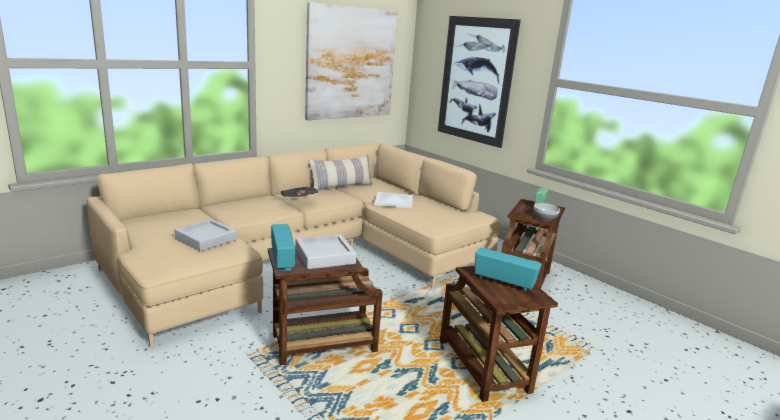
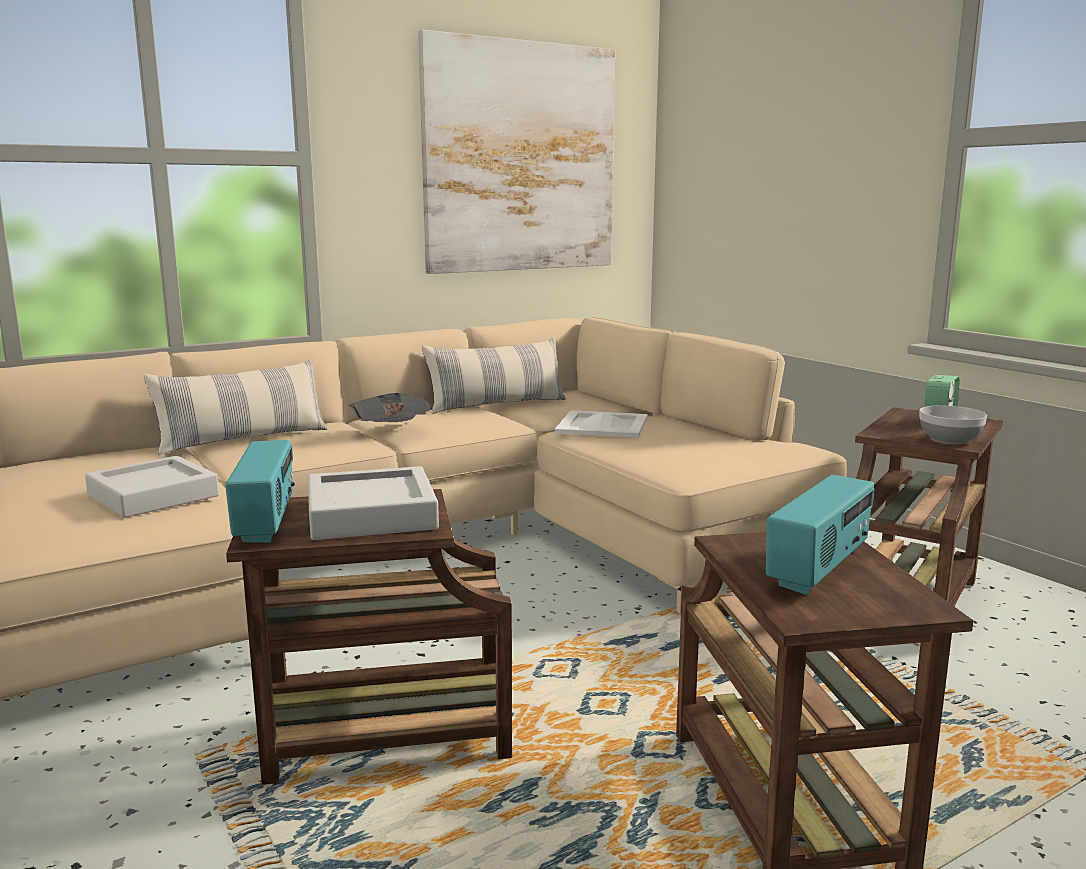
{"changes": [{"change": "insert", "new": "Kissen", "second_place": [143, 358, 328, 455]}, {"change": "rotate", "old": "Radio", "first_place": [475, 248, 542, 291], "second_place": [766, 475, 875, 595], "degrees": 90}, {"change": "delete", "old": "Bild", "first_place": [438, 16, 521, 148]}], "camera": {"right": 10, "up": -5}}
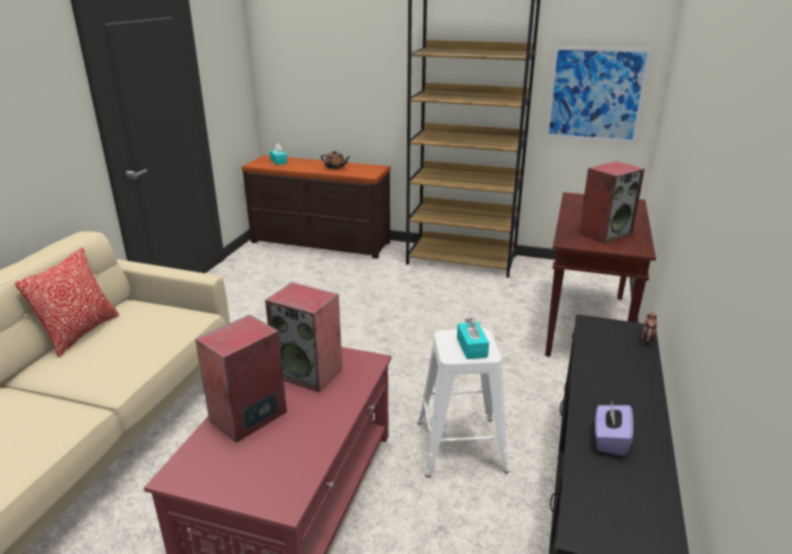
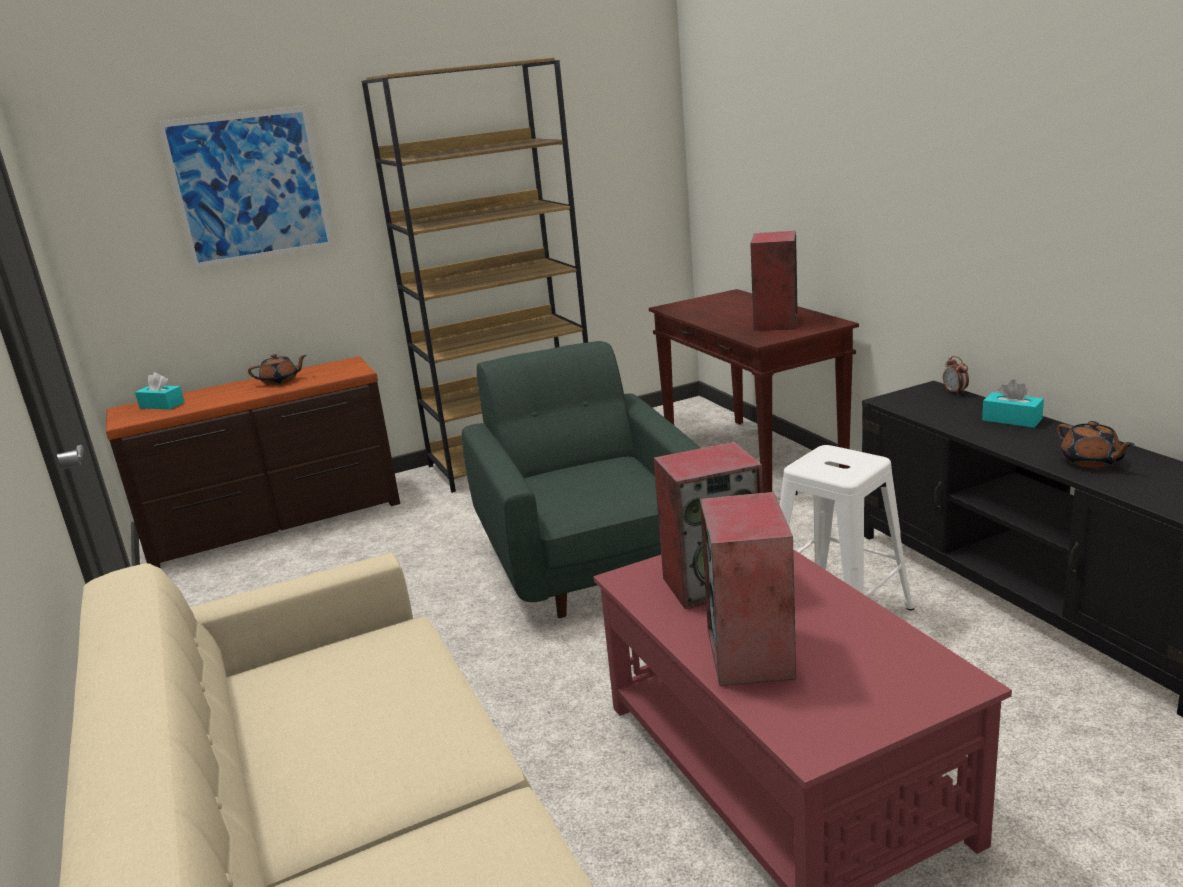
{"changes": [{"change": "move", "old": "Bild", "first_place": [545, 46, 652, 143], "second_place": [157, 106, 334, 269]}, {"change": "insert", "new": "Sessel [grün]", "second_place": [462, 341, 701, 618]}, {"change": "move", "old": "Taschentuchbox [türkis]", "first_place": [457, 317, 489, 359], "second_place": [982, 379, 1044, 428]}, {"change": "replace", "old": "Taschentuchbox [lila]", "new": "Teekanne [braun]", "first_place": [595, 402, 633, 456], "second_place": [1057, 421, 1135, 468]}, {"change": "delete", "old": "Kissen", "first_place": [15, 247, 119, 358]}], "camera": {"right": -40, "up": -5}}
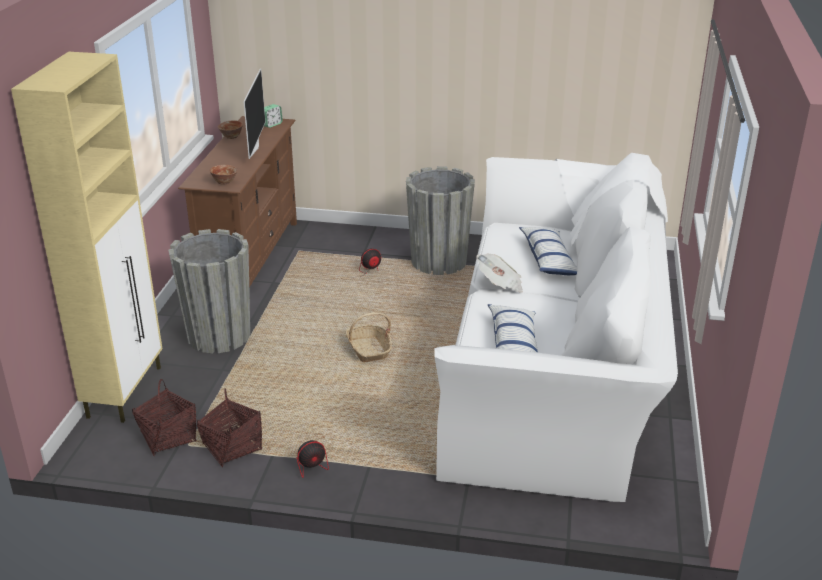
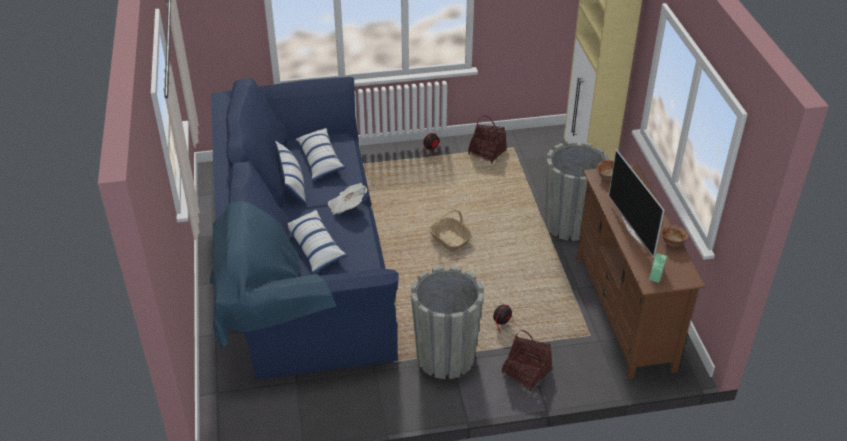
{"changes": [{"change": "recolor", "old": "Sofa [weiß]", "new": "Sofa [blau]", "first_place": [434, 153, 678, 502], "second_place": [210, 77, 399, 379]}, {"change": "insert", "new": "Kissen", "second_place": [275, 140, 307, 206]}, {"change": "move", "old": "Korb", "first_place": [132, 379, 197, 456], "second_place": [502, 330, 552, 391]}], "camera": {"right": 160, "up": 10}}
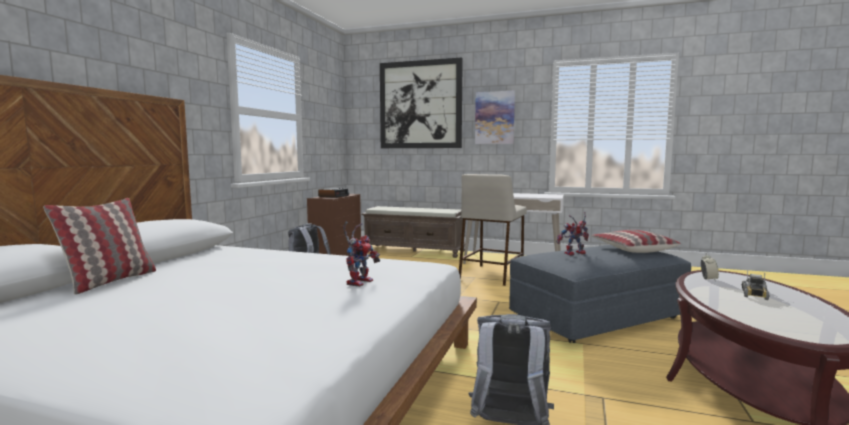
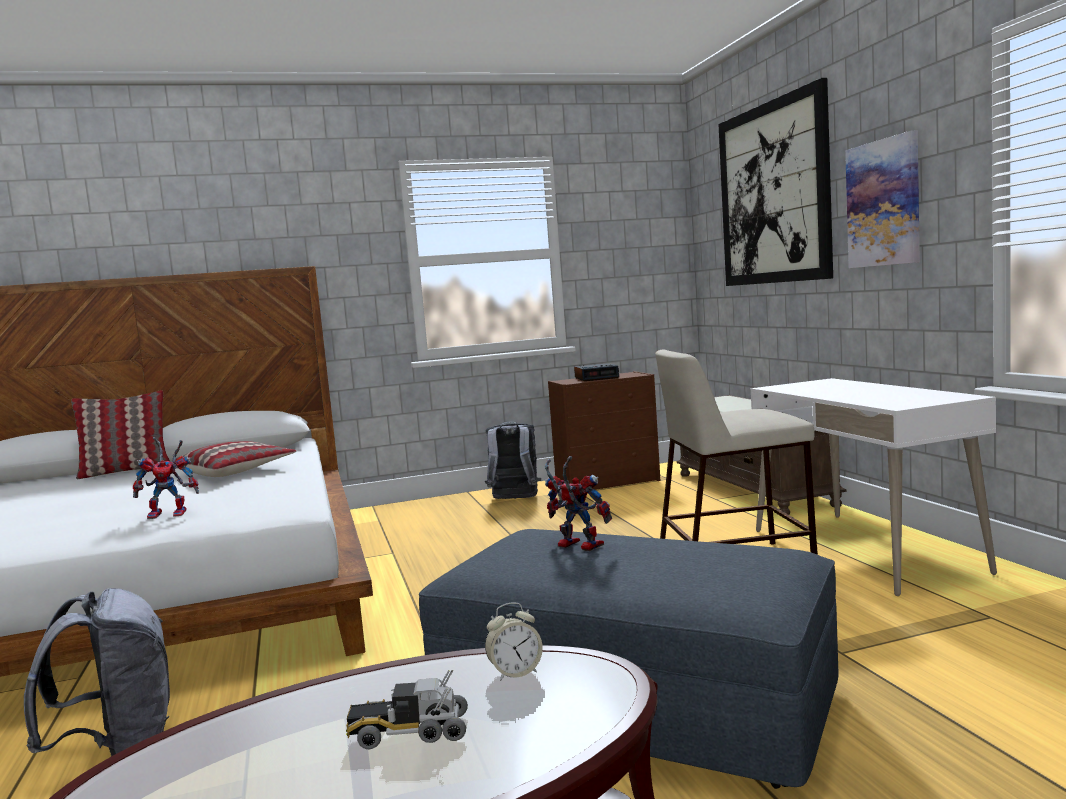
{"changes": [{"change": "move", "old": "Kissen", "first_place": [591, 230, 681, 253], "second_place": [172, 441, 296, 477]}], "camera": {"right": 55, "up": 0}}
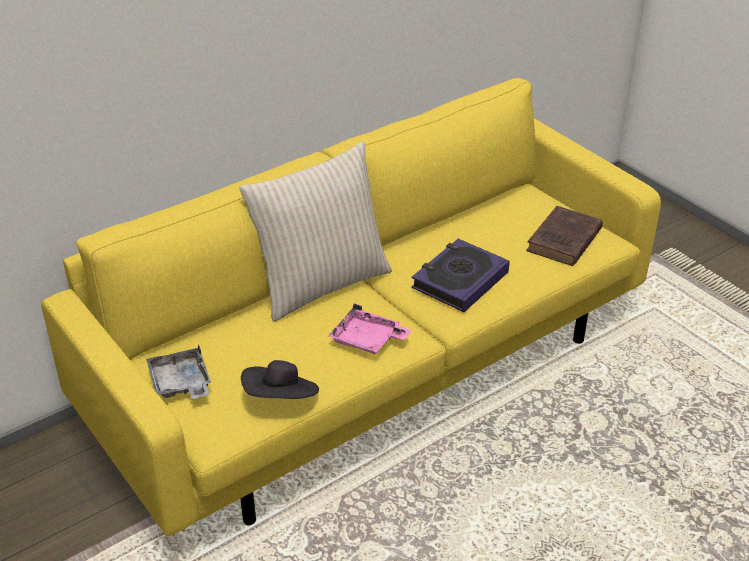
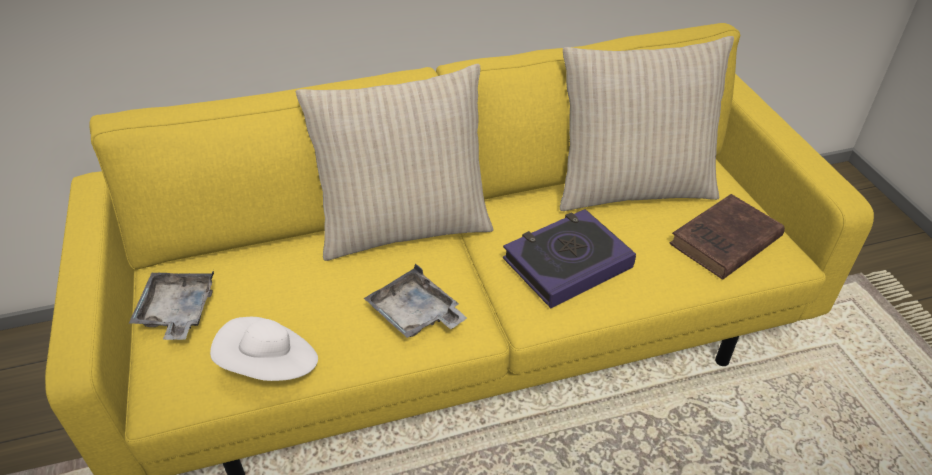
{"changes": [{"change": "recolor", "old": "Hut [schwarz]", "new": "Hut [weiß]", "first_place": [241, 360, 319, 399], "second_place": [210, 317, 318, 381]}, {"change": "recolor", "old": "Tablett [rosa]", "new": "Tablett [grau]", "first_place": [328, 304, 412, 354], "second_place": [364, 263, 467, 338]}, {"change": "insert", "new": "Kissen [beige]", "second_place": [560, 36, 734, 211]}], "camera": {"right": 20, "up": 5}}
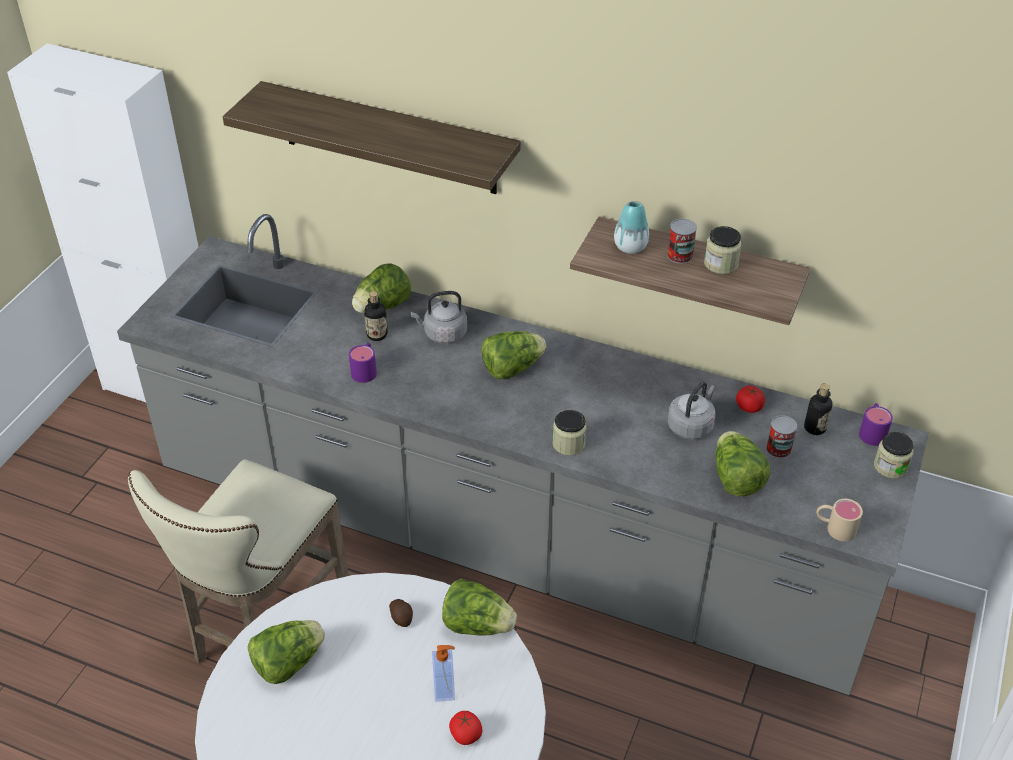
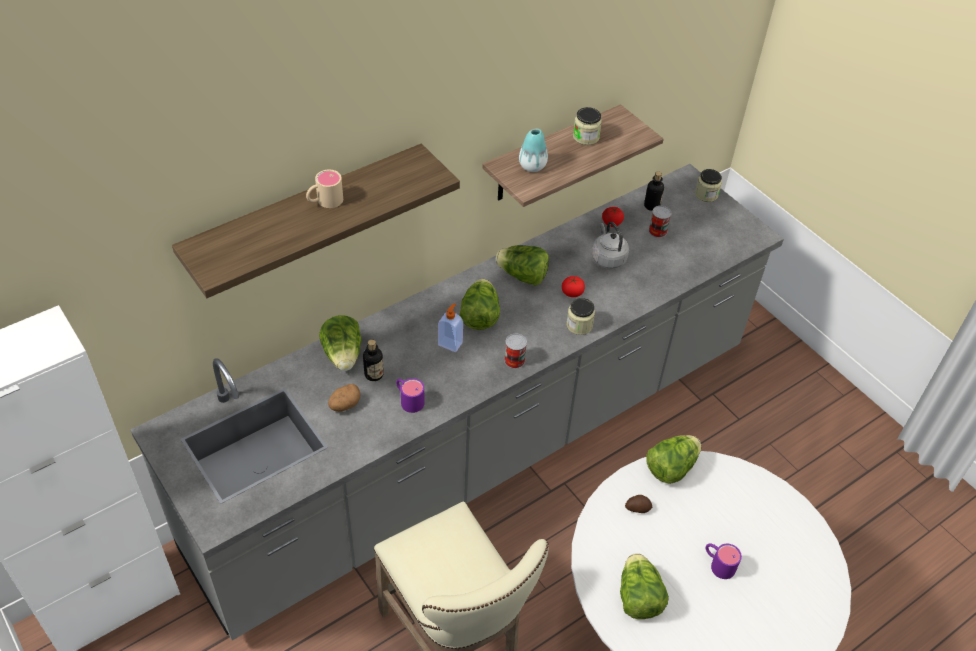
{"changes": [{"change": "move", "old": "Henkelbecher [beige]", "first_place": [817, 499, 863, 541], "second_place": [306, 170, 343, 208]}, {"change": "insert", "new": "Kartoffel", "second_place": [328, 384, 360, 412]}, {"change": "move", "old": "Seifenspender", "first_place": [432, 645, 455, 702], "second_place": [438, 303, 463, 352]}, {"change": "move", "old": "Salatkopf", "first_place": [716, 431, 770, 496], "second_place": [495, 245, 549, 286]}, {"change": "move", "old": "Dose", "first_place": [667, 219, 697, 264], "second_place": [504, 334, 527, 369]}, {"change": "move", "old": "Tomate", "first_place": [449, 711, 482, 745], "second_place": [562, 276, 585, 297]}, {"change": "move", "old": "Henkelbecher [lila]", "first_place": [859, 403, 893, 446], "second_place": [706, 543, 742, 579]}, {"change": "delete", "old": "Wasserkessel [grau]", "first_place": [411, 291, 467, 344]}], "camera": {"right": -60, "up": 5}}
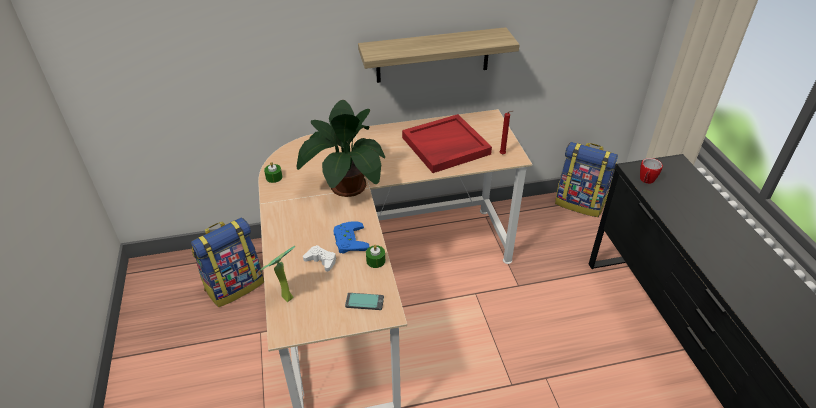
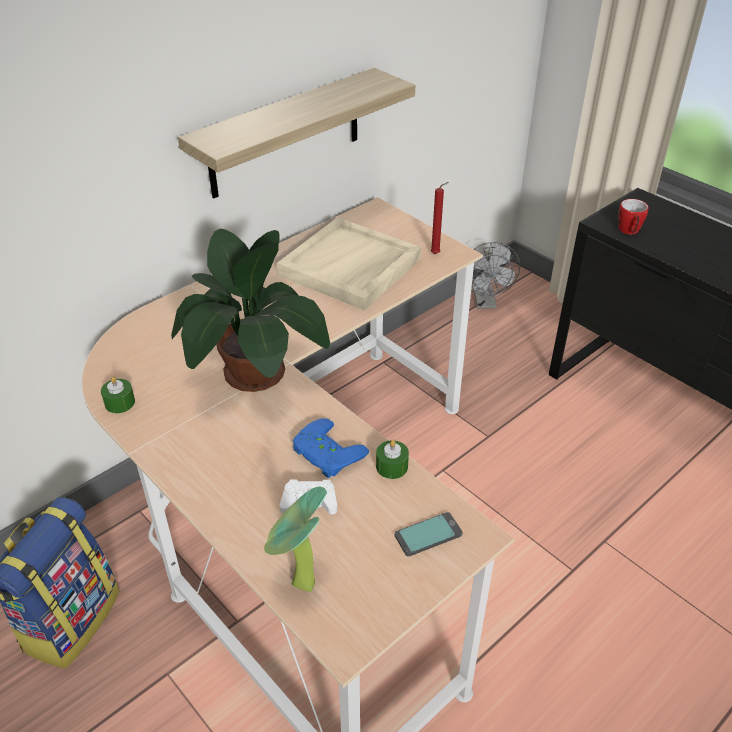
{"changes": [{"change": "recolor", "old": "Tablett [rot]", "new": "Tablett [beige]", "first_place": [402, 114, 492, 173], "second_place": [277, 217, 421, 311]}, {"change": "replace", "old": "Rucksack", "new": "Ventilator [grau]", "first_place": [555, 142, 618, 217], "second_place": [471, 242, 520, 309]}], "camera": {"right": -30, "up": 0}}
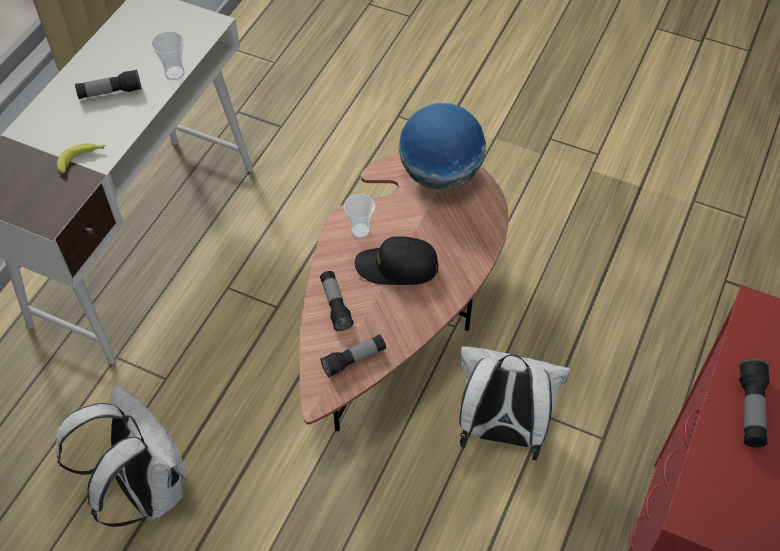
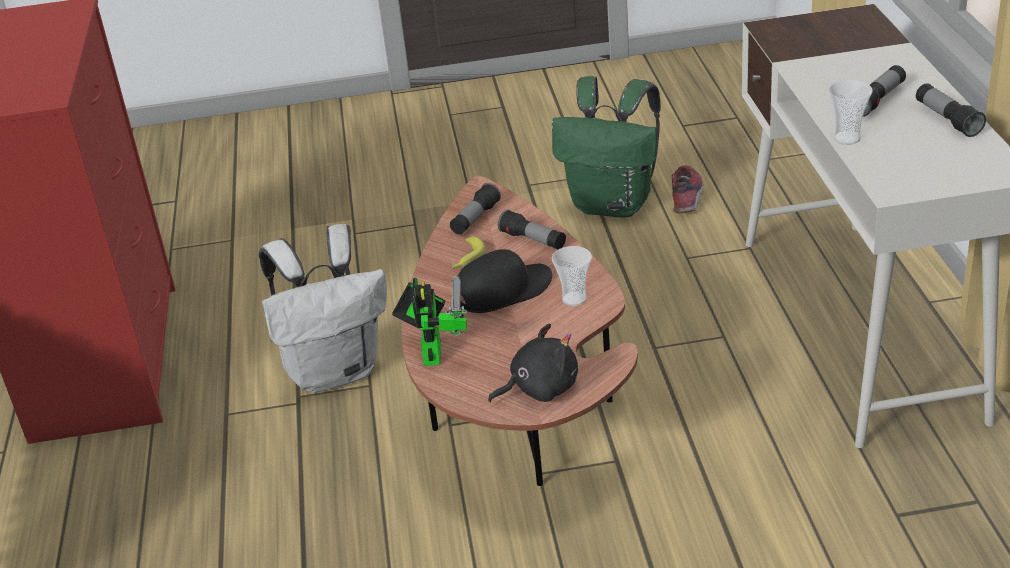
{"changes": [{"change": "insert", "new": "Spielzeugroboter", "second_place": [392, 275, 467, 366]}, {"change": "move", "old": "Banane", "first_place": [57, 143, 105, 173], "second_place": [452, 237, 486, 269]}, {"change": "replace", "old": "Globus", "new": "Plüschtier [schwarz]", "first_place": [399, 103, 486, 191], "second_place": [488, 323, 578, 402]}, {"change": "recolor", "old": "Rucksack [weiß]", "new": "Rucksack [grün]", "first_place": [56, 385, 187, 527], "second_place": [552, 76, 661, 218]}, {"change": "insert", "new": "Schuh", "second_place": [672, 166, 704, 213]}, {"change": "move", "old": "Taschenlampe", "first_place": [739, 358, 770, 448], "second_place": [916, 83, 986, 137]}], "camera": {"right": 150, "up": -20}}
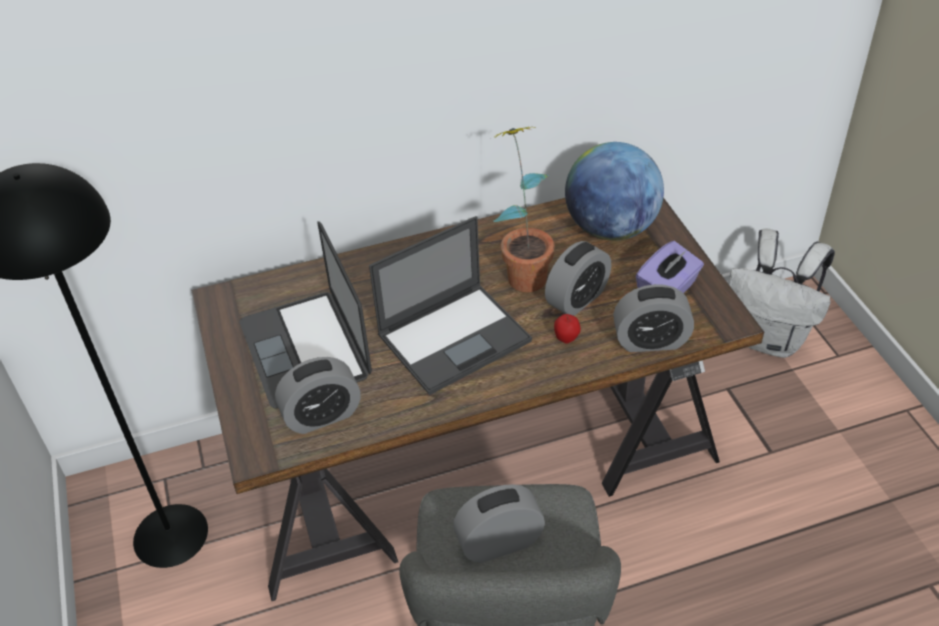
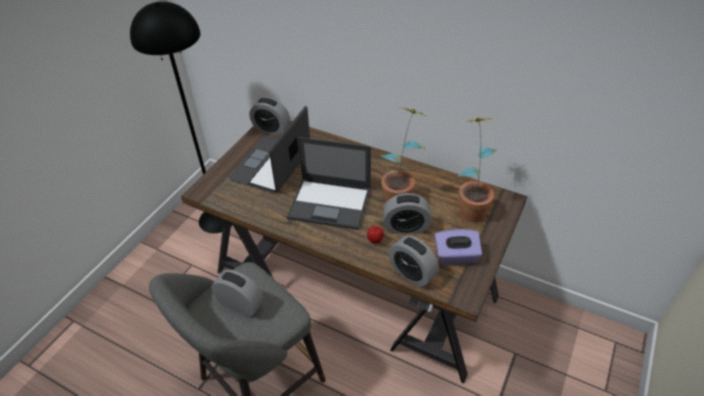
{"changes": [{"change": "move", "old": "Wecker", "first_place": [275, 357, 361, 434], "second_place": [249, 97, 290, 135]}, {"change": "replace", "old": "Globus", "new": "Topfpflanze", "first_place": [565, 142, 664, 241], "second_place": [458, 118, 497, 222]}, {"change": "delete", "old": "Rucksack [weiß]", "first_place": [728, 229, 835, 358]}], "camera": {"right": 45, "up": 0}}
